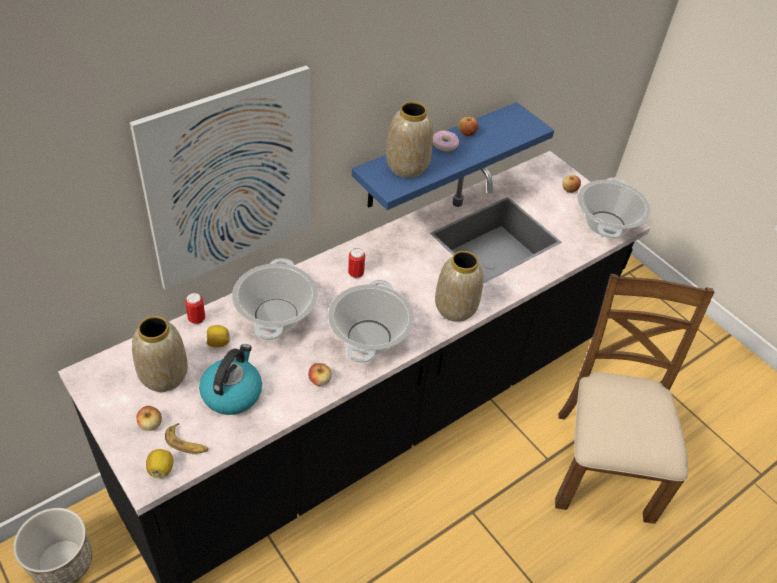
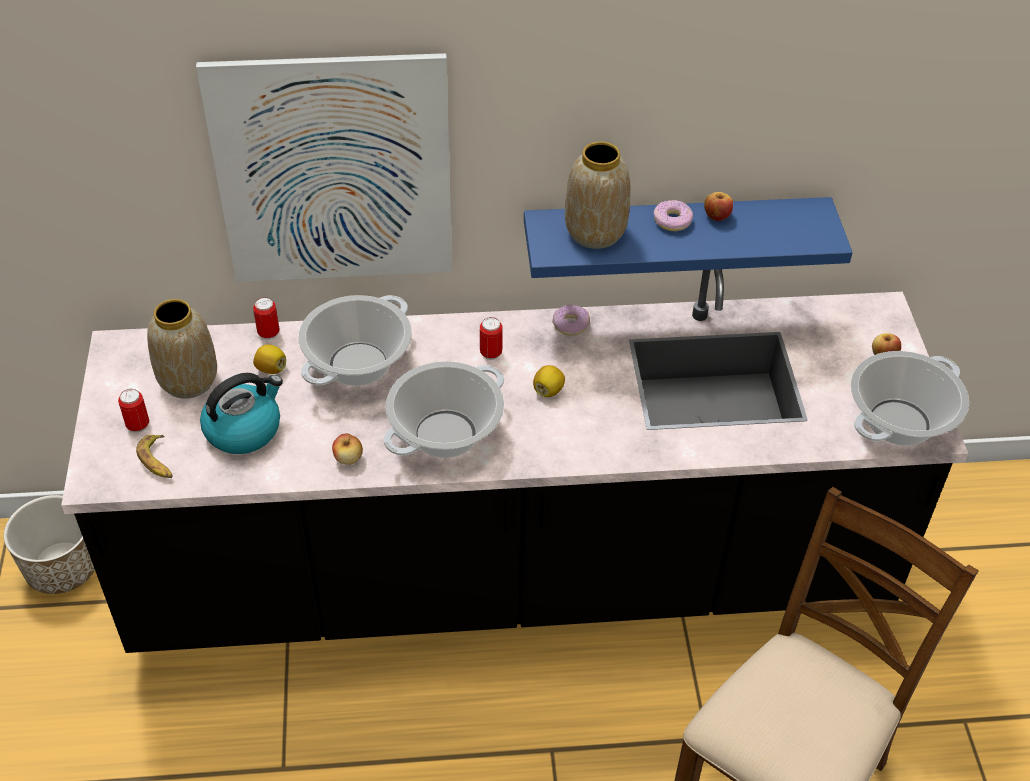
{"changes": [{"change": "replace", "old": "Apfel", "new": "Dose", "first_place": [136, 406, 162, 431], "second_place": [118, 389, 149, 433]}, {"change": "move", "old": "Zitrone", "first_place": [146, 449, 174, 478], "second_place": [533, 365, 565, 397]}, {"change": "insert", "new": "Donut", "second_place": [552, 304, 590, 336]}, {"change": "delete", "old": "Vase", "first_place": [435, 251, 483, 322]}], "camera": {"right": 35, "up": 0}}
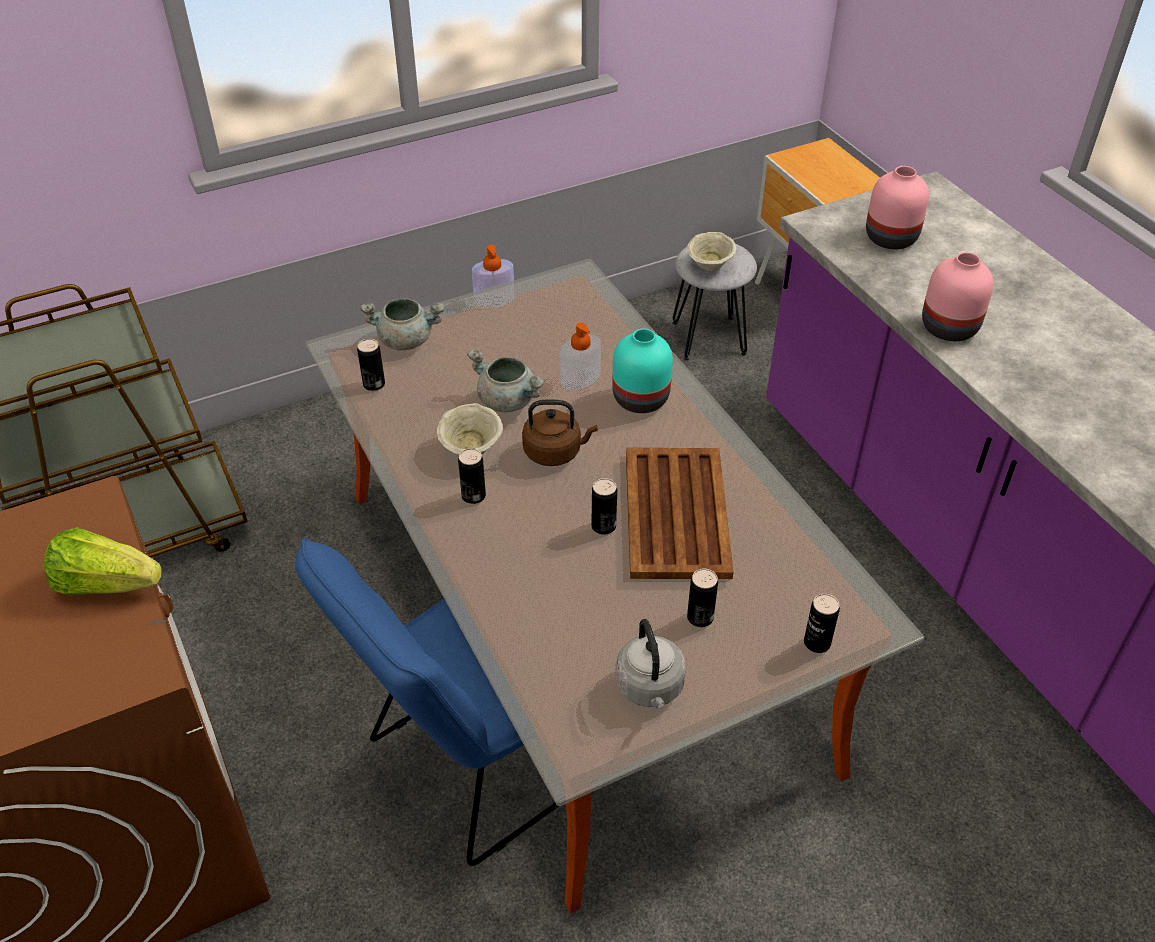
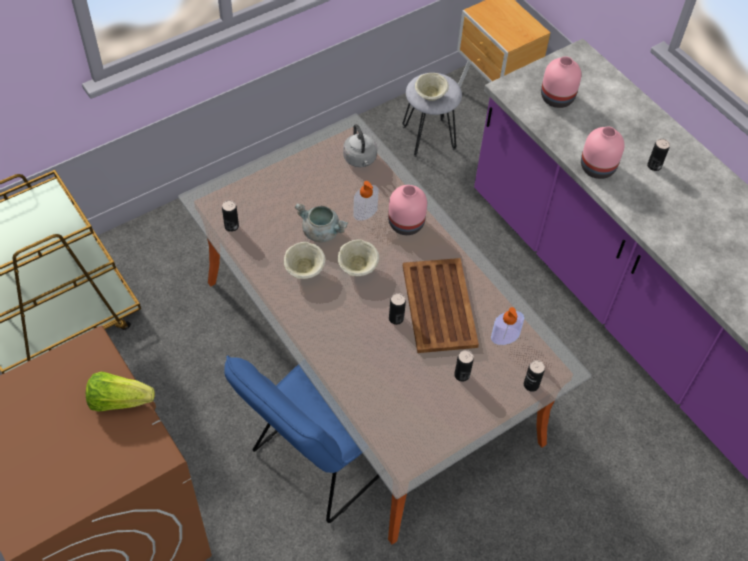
{"changes": [{"change": "replace", "old": "Wasserkessel [braun]", "new": "Schüssel [beige]", "first_place": [522, 399, 598, 466], "second_place": [338, 239, 379, 276]}, {"change": "move", "old": "Wasserkessel [grau]", "first_place": [615, 619, 686, 708], "second_place": [343, 124, 377, 167]}, {"change": "recolor", "old": "Vase [türkis]", "new": "Vase [rosa]", "first_place": [612, 328, 673, 413], "second_place": [388, 185, 427, 235]}, {"change": "move", "old": "Seifenspender", "first_place": [472, 245, 515, 308], "second_place": [491, 307, 524, 345]}, {"change": "move", "old": "Dose", "first_place": [458, 448, 486, 504], "second_place": [647, 139, 670, 171]}, {"change": "delete", "old": "Kochtopf [grau]", "first_place": [361, 298, 445, 350]}], "camera": {"right": -10, "up": 10}}
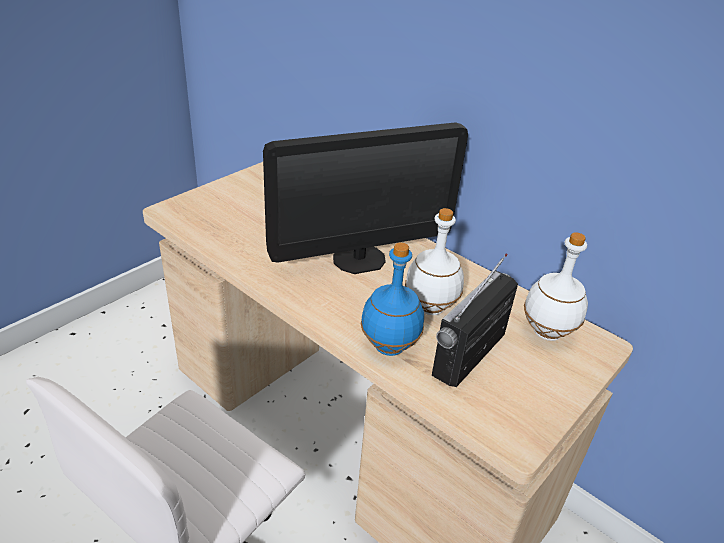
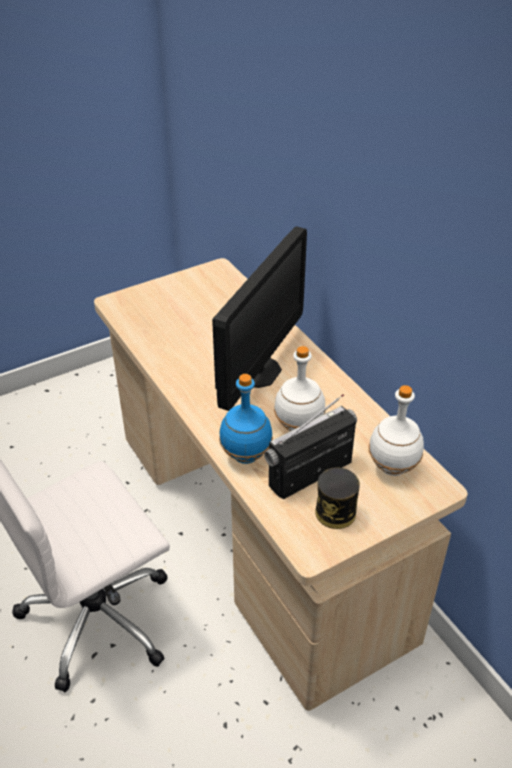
{"changes": [{"change": "rotate", "old": "Monitor", "first_place": [263, 122, 468, 274], "second_place": [212, 226, 307, 411], "degrees": -60}, {"change": "insert", "new": "Dose", "second_place": [315, 467, 360, 529]}], "camera": {"right": 20, "up": 5}}
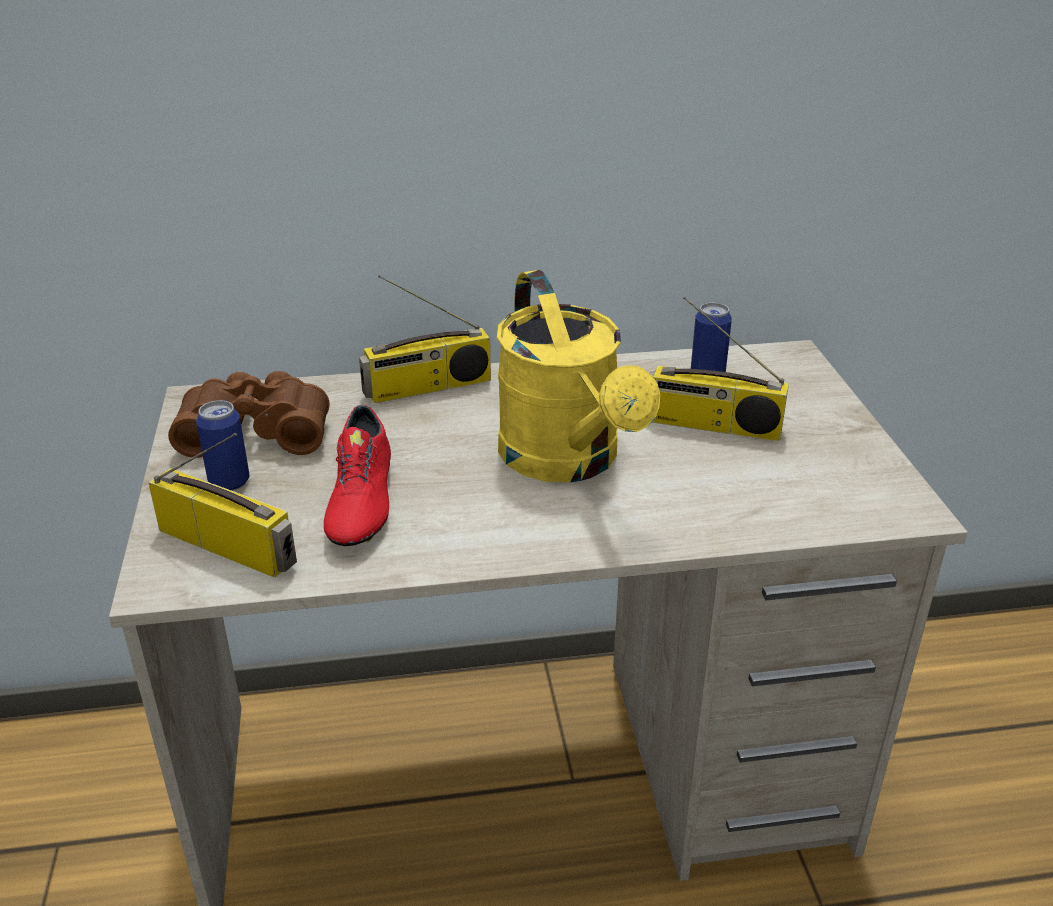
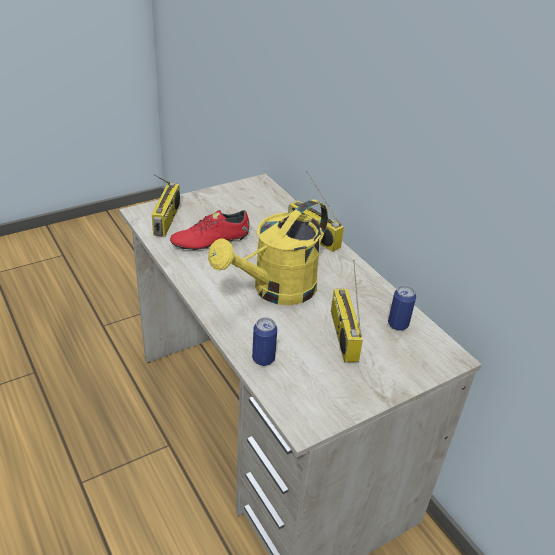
{"changes": [{"change": "move", "old": "Dose", "first_place": [196, 400, 249, 491], "second_place": [252, 317, 277, 366]}, {"change": "delete", "old": "Fernglas [braun]", "first_place": [168, 371, 330, 458]}], "camera": {"right": 65, "up": 5}}
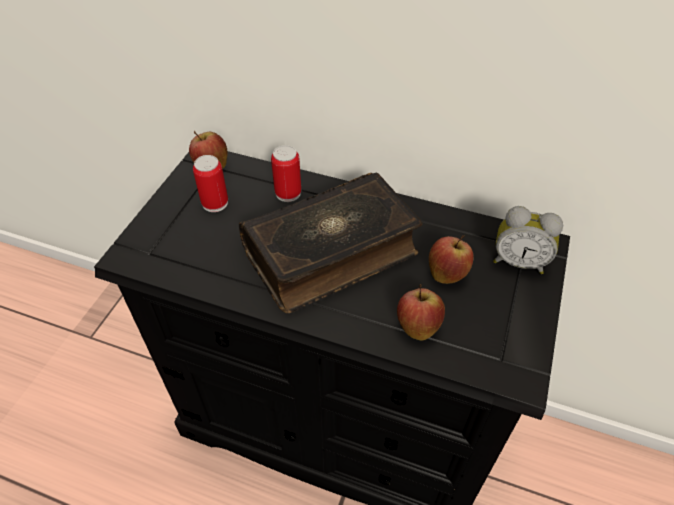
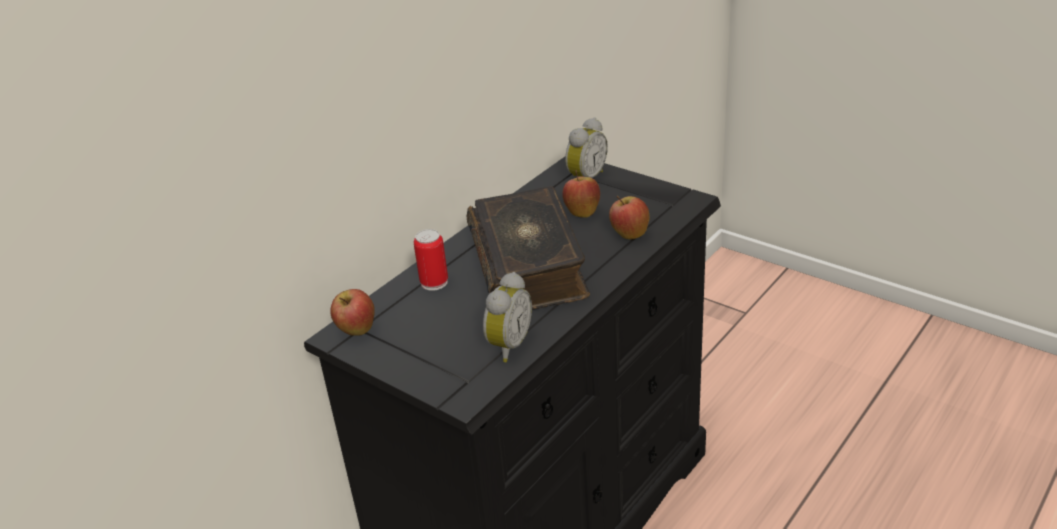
{"changes": [{"change": "insert", "new": "Wecker", "second_place": [483, 272, 532, 362]}, {"change": "delete", "old": "Dose", "first_place": [193, 155, 228, 212]}], "camera": {"right": -70, "up": -15}}
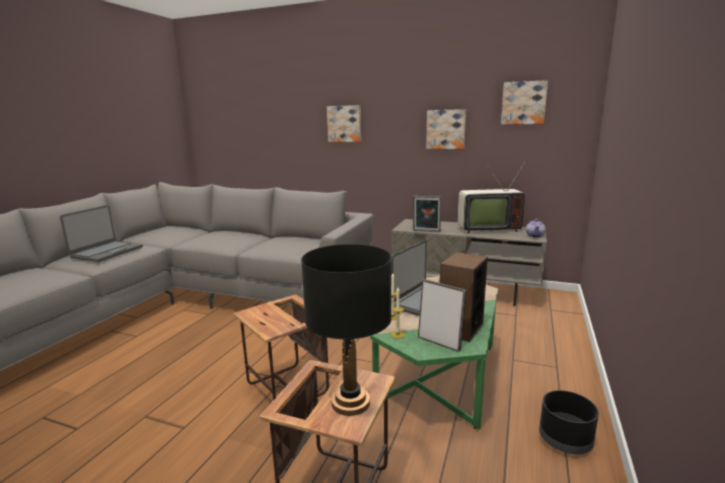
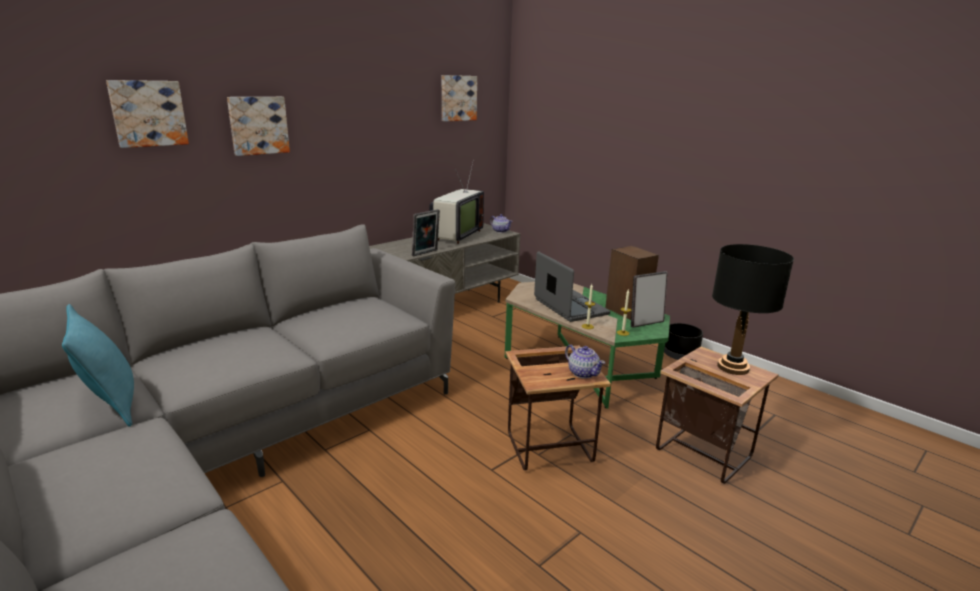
{"changes": [{"change": "insert", "new": "Kissen [türkis]", "second_place": [62, 304, 134, 427]}, {"change": "move", "old": "Bild", "first_place": [426, 109, 466, 149], "second_place": [106, 80, 189, 148]}, {"change": "insert", "new": "Teekanne", "second_place": [565, 345, 605, 379]}, {"change": "delete", "old": "Laptop", "first_place": [60, 205, 143, 262]}], "camera": {"right": -65, "up": 5}}
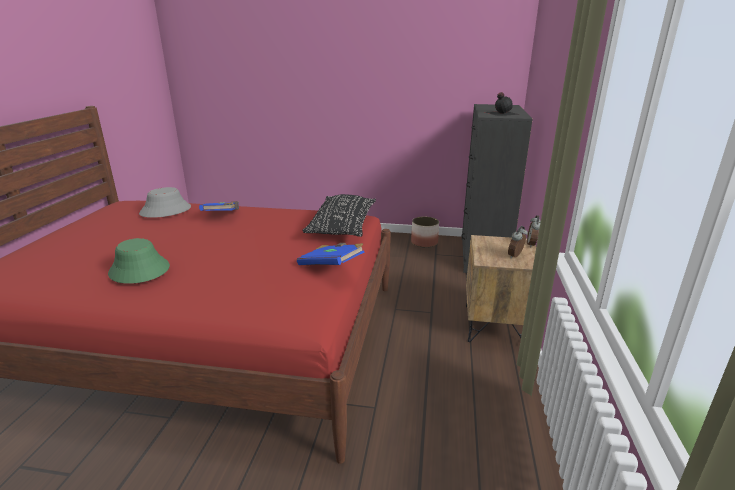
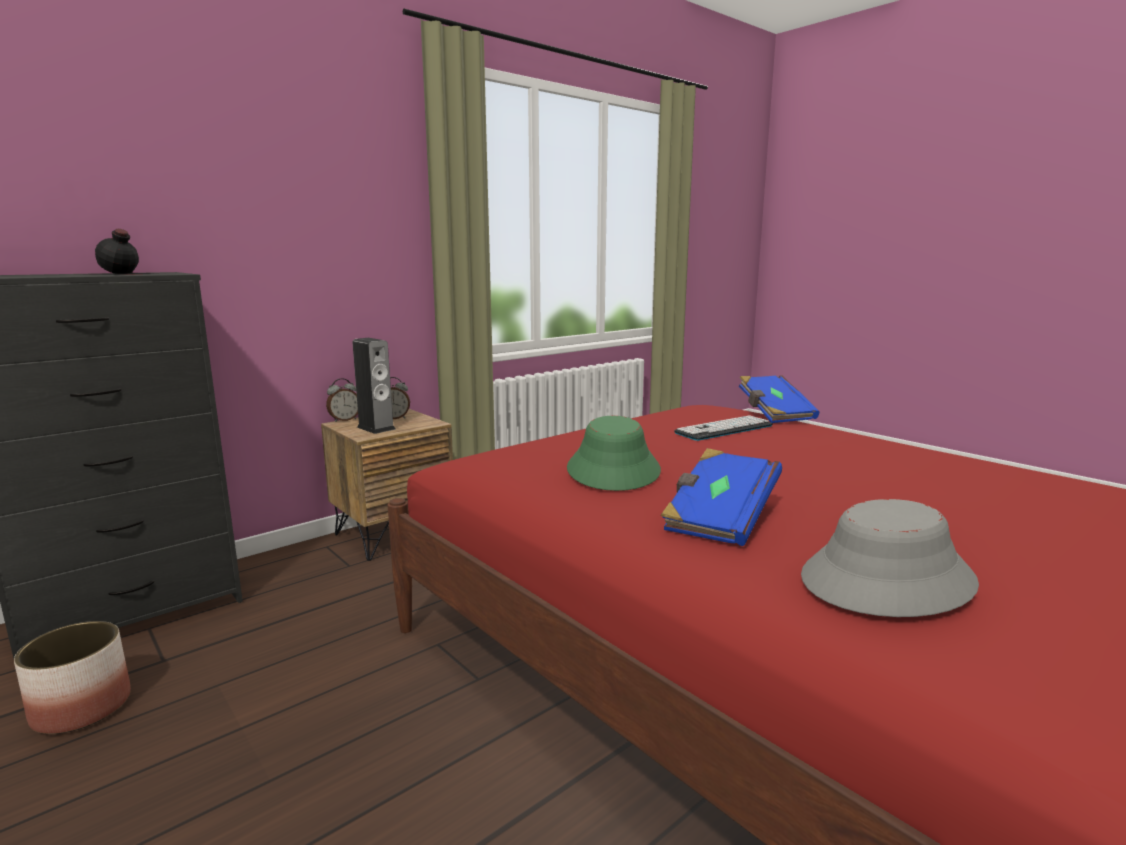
{"changes": [{"change": "insert", "new": "Lautsprecher", "second_place": [352, 338, 396, 434]}, {"change": "move", "old": "Hut [grün]", "first_place": [108, 238, 170, 284], "second_place": [567, 416, 661, 491]}, {"change": "insert", "new": "Tastatur", "second_place": [674, 415, 773, 441]}, {"change": "move", "old": "Buch [blau]", "first_place": [297, 243, 364, 265], "second_place": [739, 375, 819, 423]}, {"change": "delete", "old": "Kissen [schwarz]", "first_place": [302, 194, 376, 237]}], "camera": {"right": -140, "up": -10}}
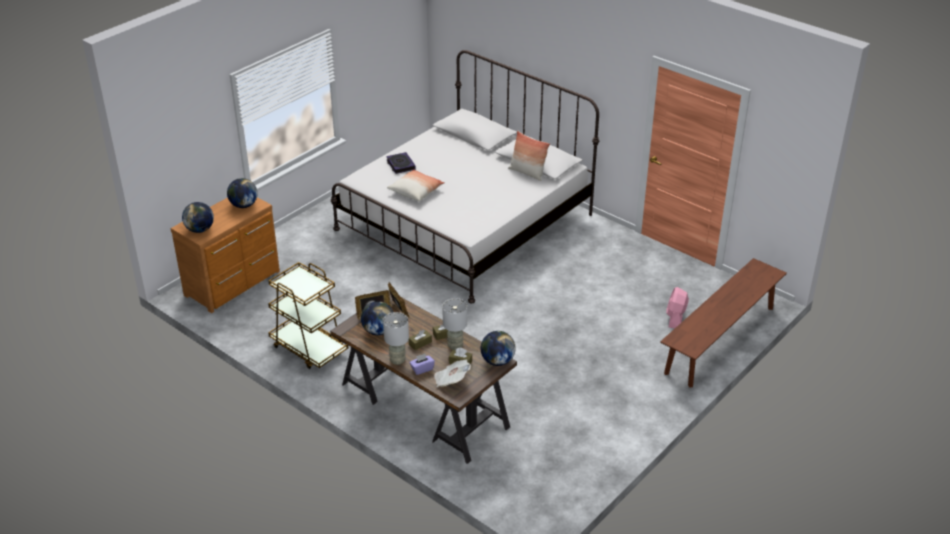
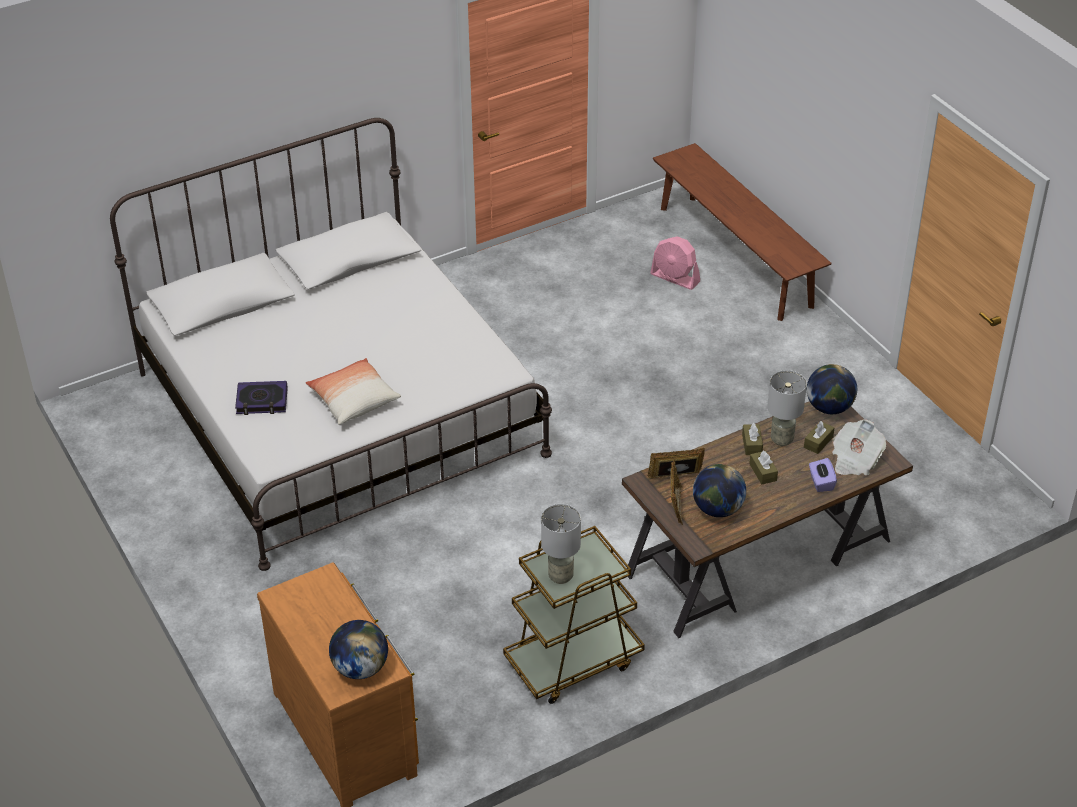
{"changes": [{"change": "move", "old": "Tischlampe [grau]", "first_place": [383, 312, 409, 365], "second_place": [541, 504, 581, 584]}, {"change": "delete", "old": "Globus", "first_place": [227, 178, 258, 208]}, {"change": "delete", "old": "Kissen", "first_place": [508, 131, 550, 181]}], "camera": {"right": -70, "up": 5}}
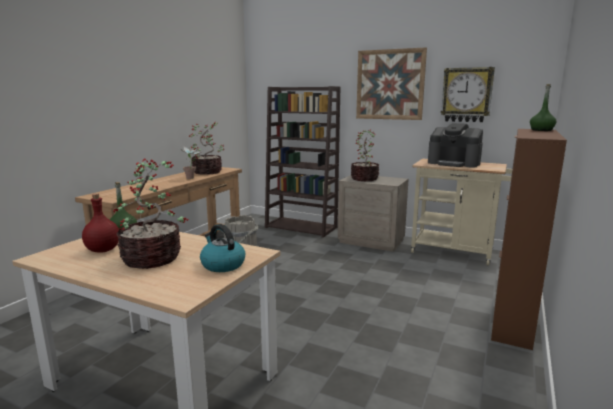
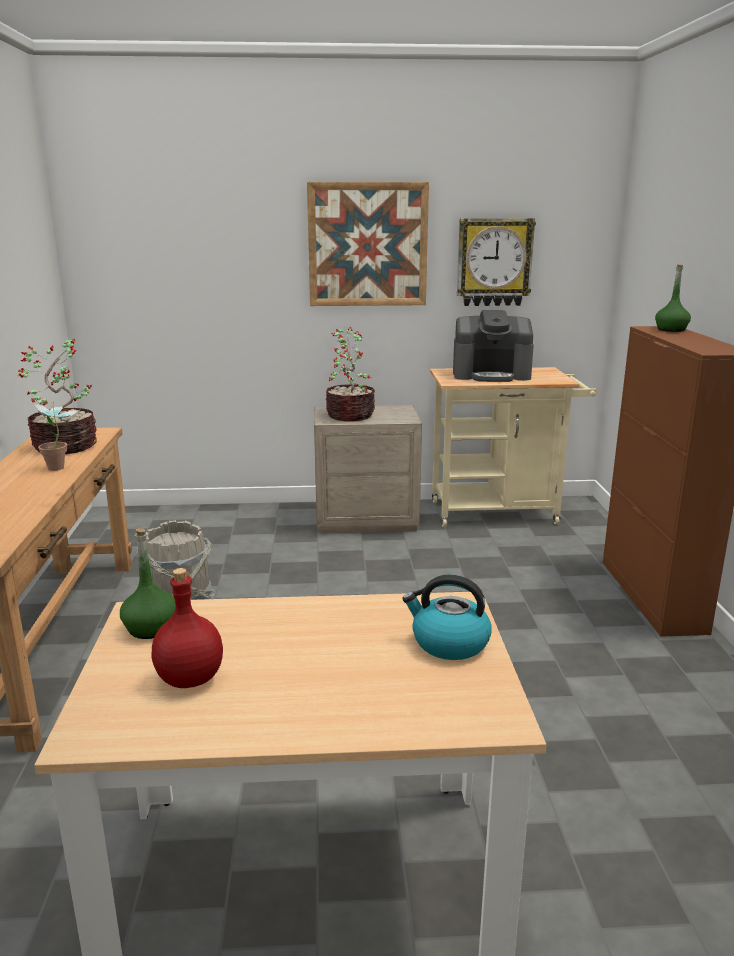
{"changes": [{"change": "delete", "old": "Topfpflanze", "first_place": [113, 158, 189, 269]}, {"change": "delete", "old": "Bücherregal [braun]", "first_place": [265, 86, 340, 238]}], "camera": {"right": -30, "up": 5}}
